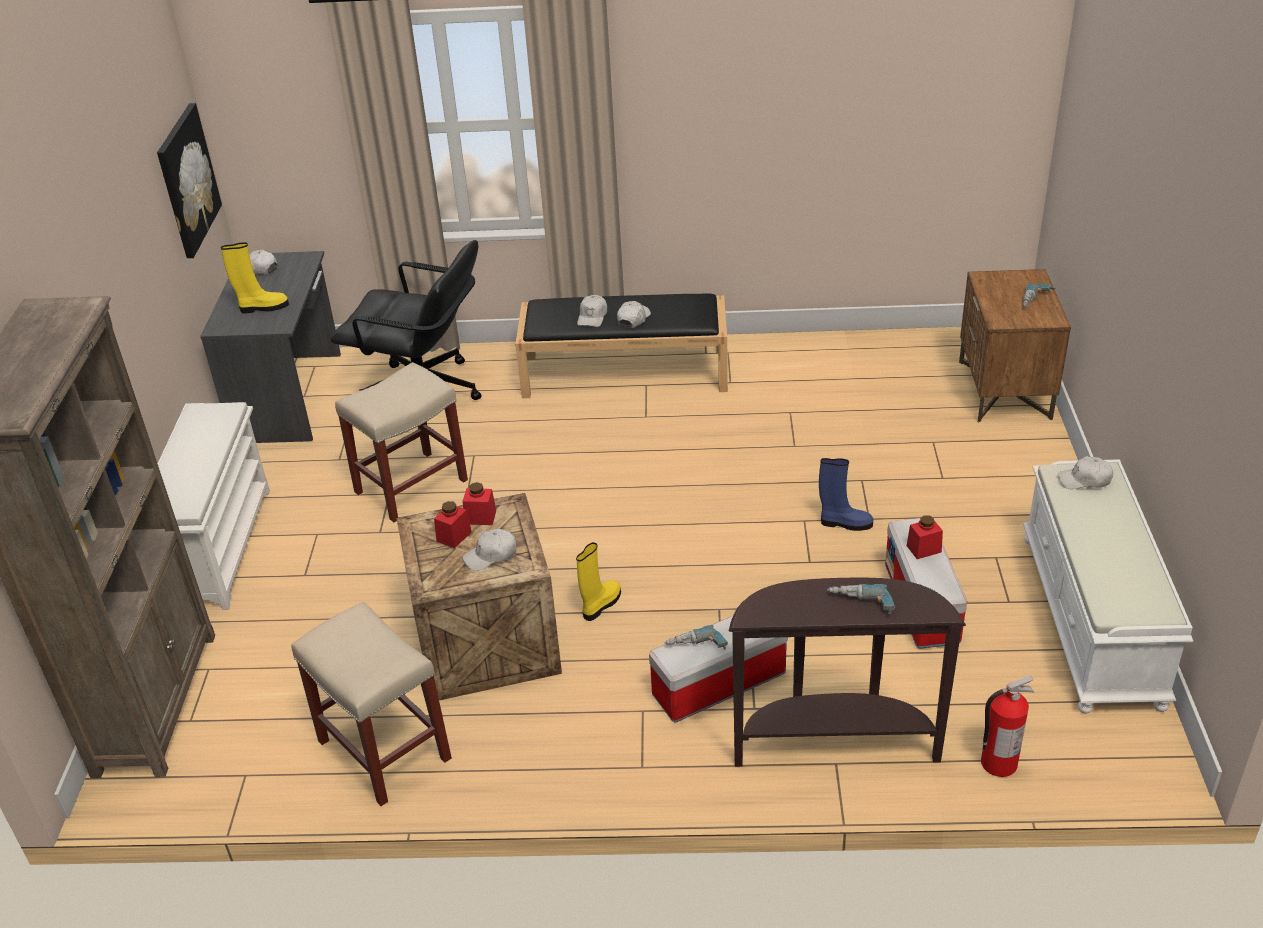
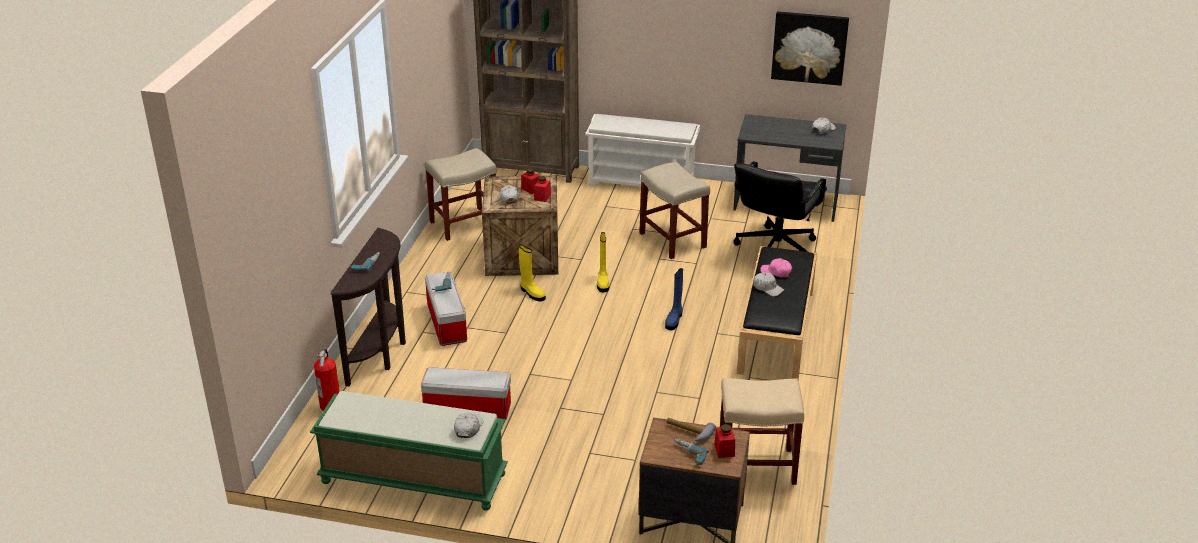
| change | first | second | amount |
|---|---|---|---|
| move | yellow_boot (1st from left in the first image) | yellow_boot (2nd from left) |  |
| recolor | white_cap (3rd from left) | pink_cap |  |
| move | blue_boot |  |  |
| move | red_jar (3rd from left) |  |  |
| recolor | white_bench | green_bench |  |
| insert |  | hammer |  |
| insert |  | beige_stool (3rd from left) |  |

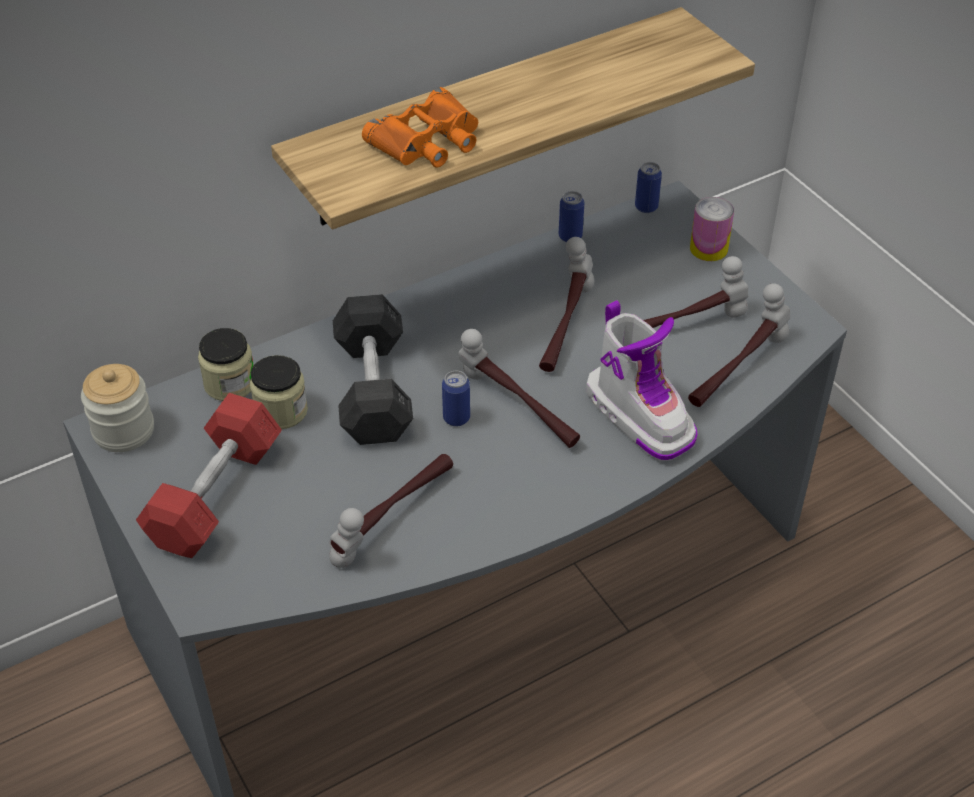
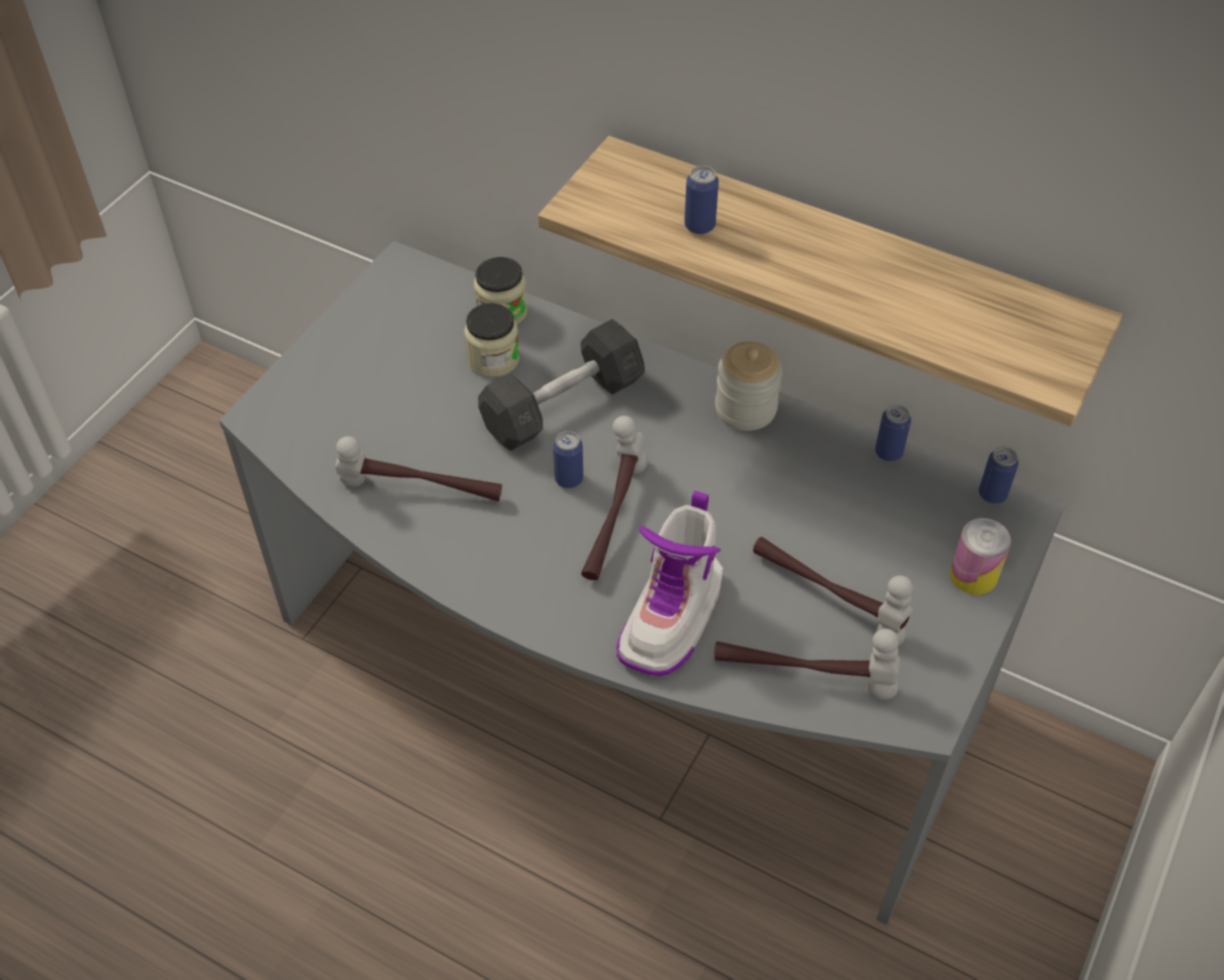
| change | first | second | amount |
|---|---|---|---|
| move | jar (1st from left in the first image) | jar (3rd from left) |  |
| delete | red_dumbbell |  |  |
| replace | orange_binoculars | can (2nd from left) |  |
| delete | hammer (3rd from left) |  |  |

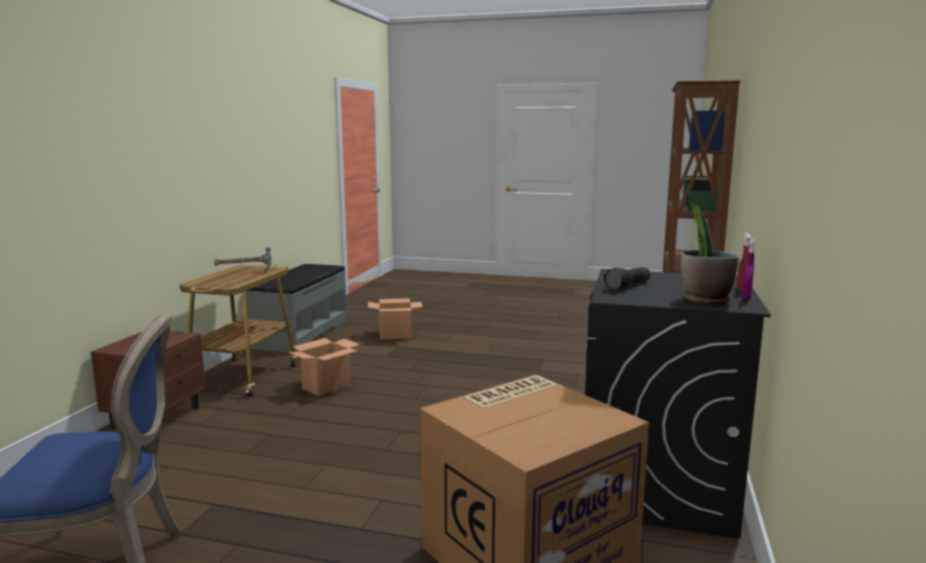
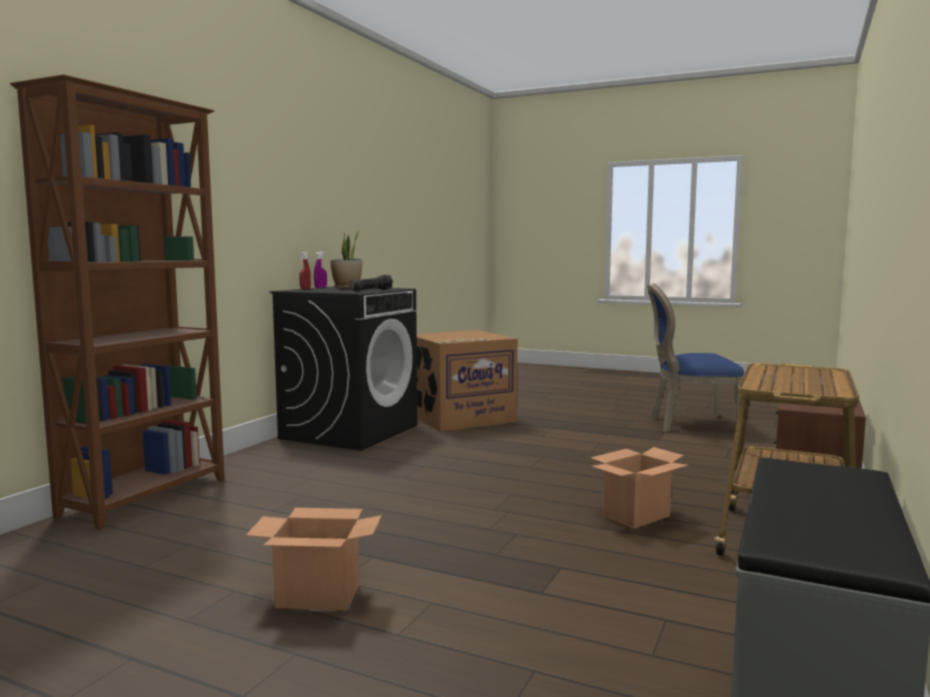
| change | first | second | amount |
|---|---|---|---|
| delete | hammer |  |  |
| move | cardboard_box (2nd from left in the first image) | cardboard_box (1st from left) |  |

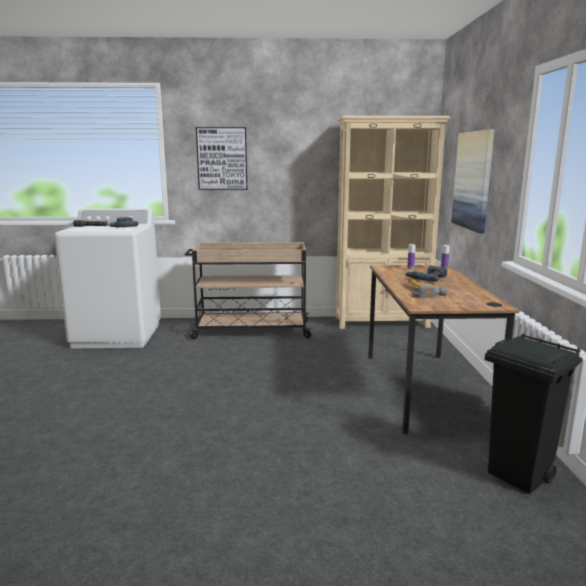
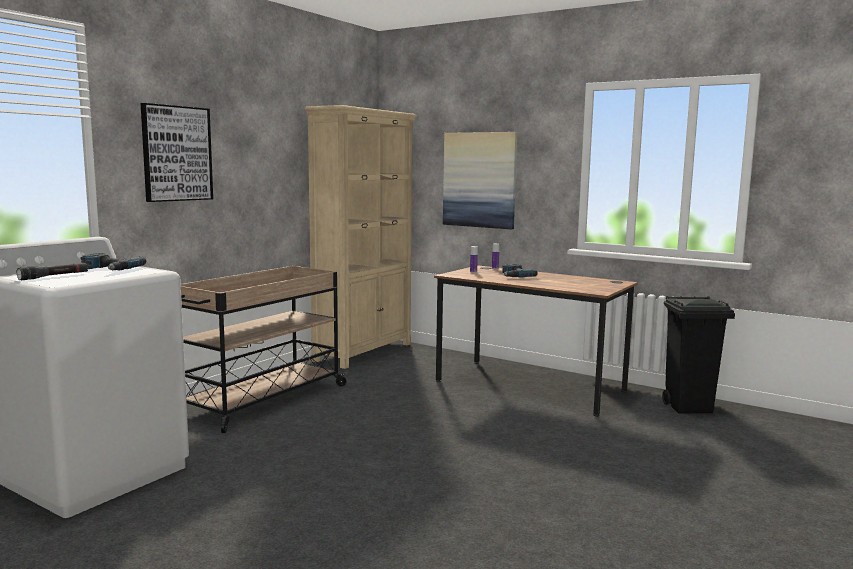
| change | first | second | amount |
|---|---|---|---|
| delete | hammer |  |  |

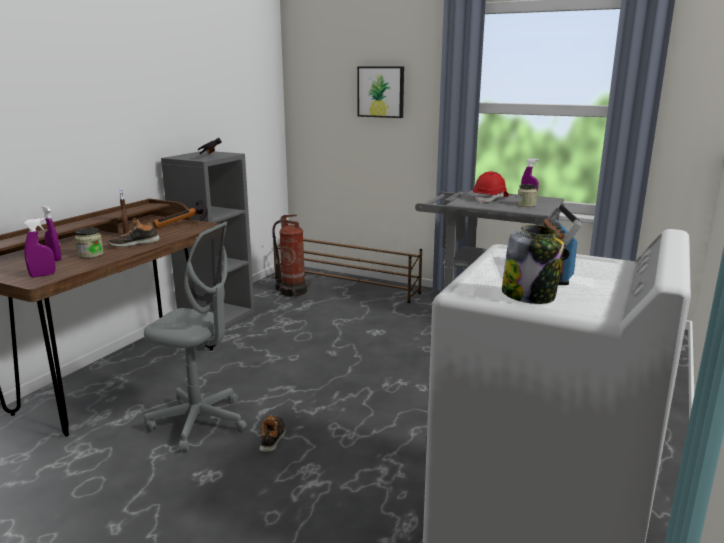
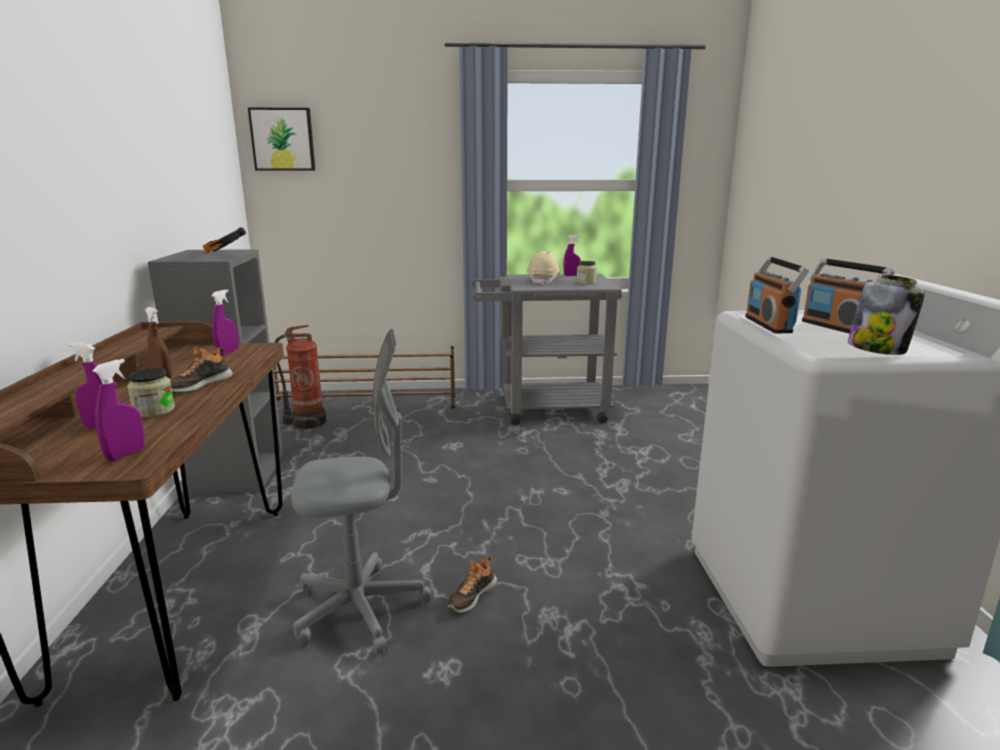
| change | first | second | amount |
|---|---|---|---|
| replace | hammer (1st from left) | purple_spray_bottle (3rd from left) |  |
| rotate | shoe (2nd from left) |  | 120 degrees counterclockwise |
| move | picture |  |  |
| recolor | red_hard_hat | beige_hard_hat |  |
| insert |  | radio (1st from left) |  |

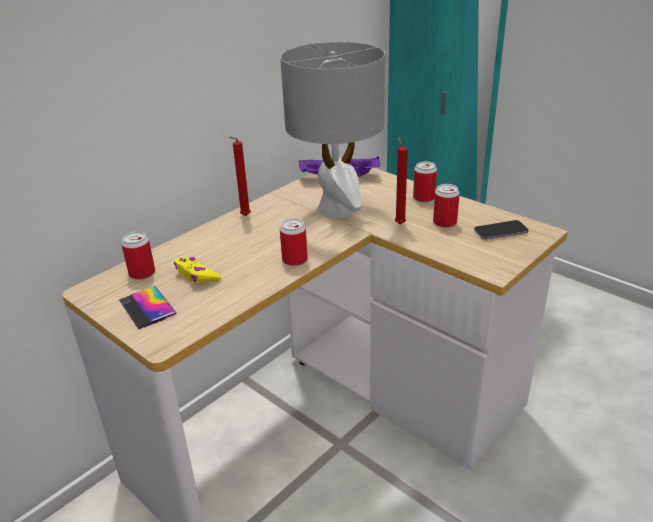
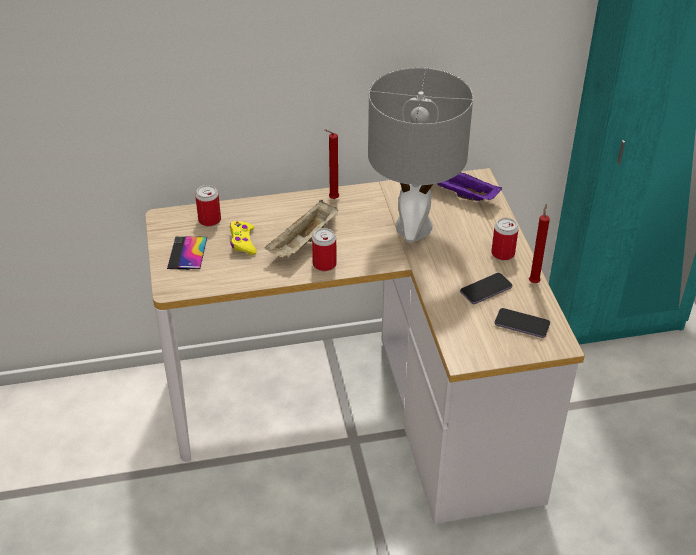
| change | first | second | amount |
|---|---|---|---|
| move | red_candle (2nd from left) |  |  |
| replace | can (4th from left) | phone (2nd from left) |  |
| insert |  | beige_tray |  |

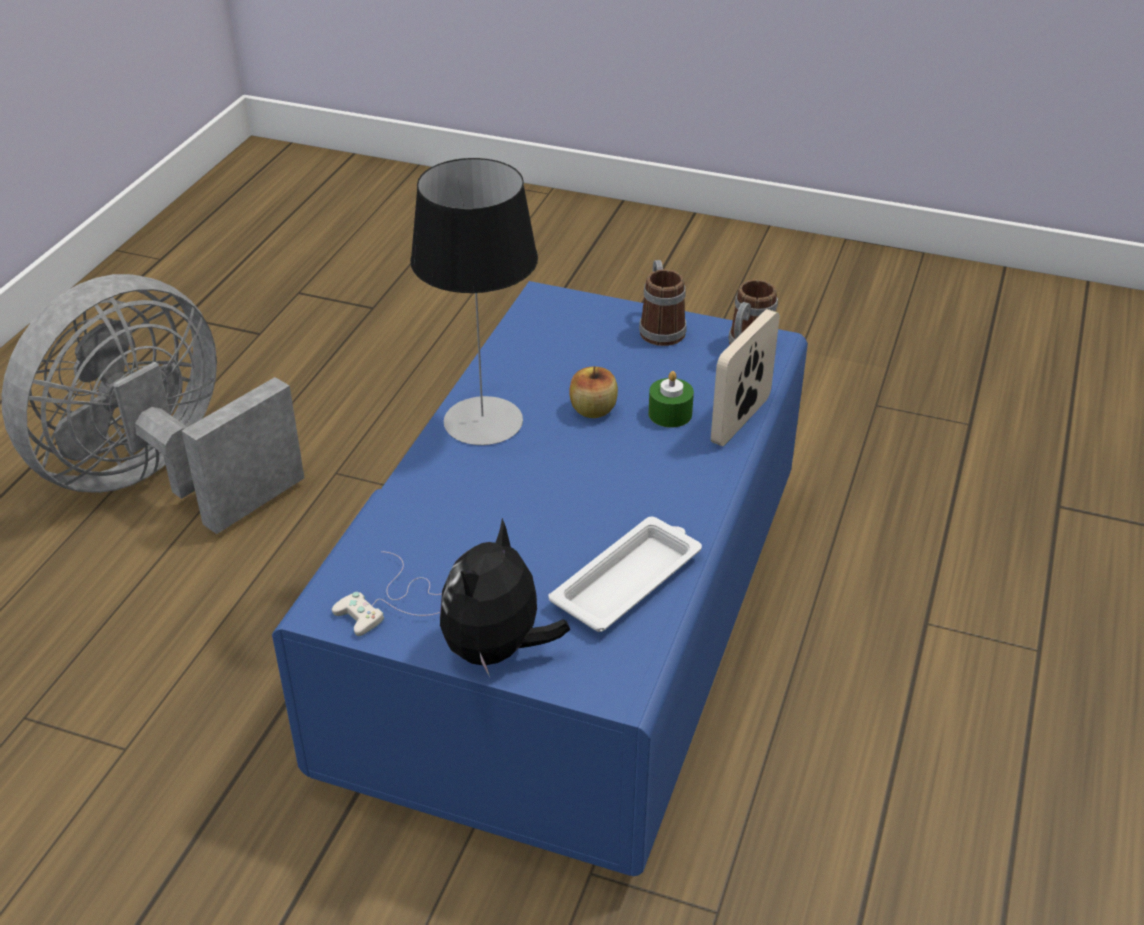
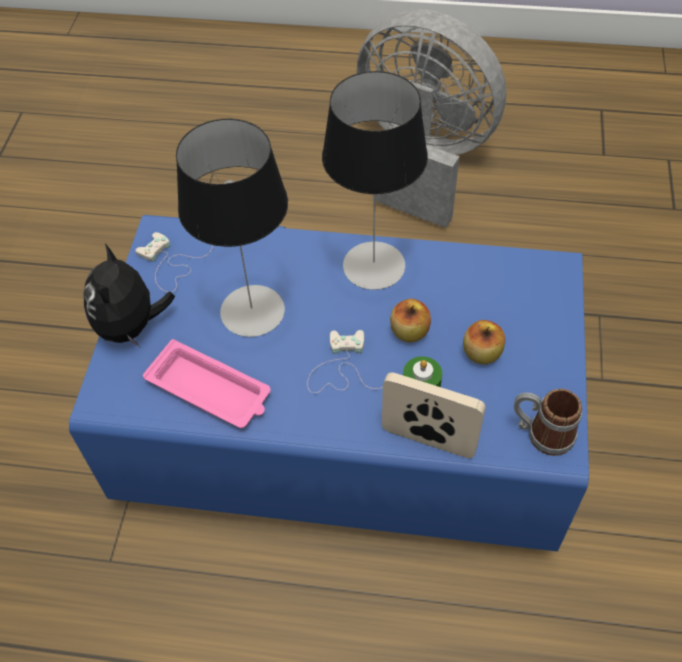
| change | first | second | amount |
|---|---|---|---|
| rotate | plush_toy |  | 105 degrees counterclockwise |
| recolor | white_tray | pink_tray |  |
| delete | mug (1st from left) |  |  |
| insert |  | table_lamp (1st from left) |  |
| insert |  | white_game_controller (2nd from left) |  |
| insert |  | apple (2nd from left) |  |

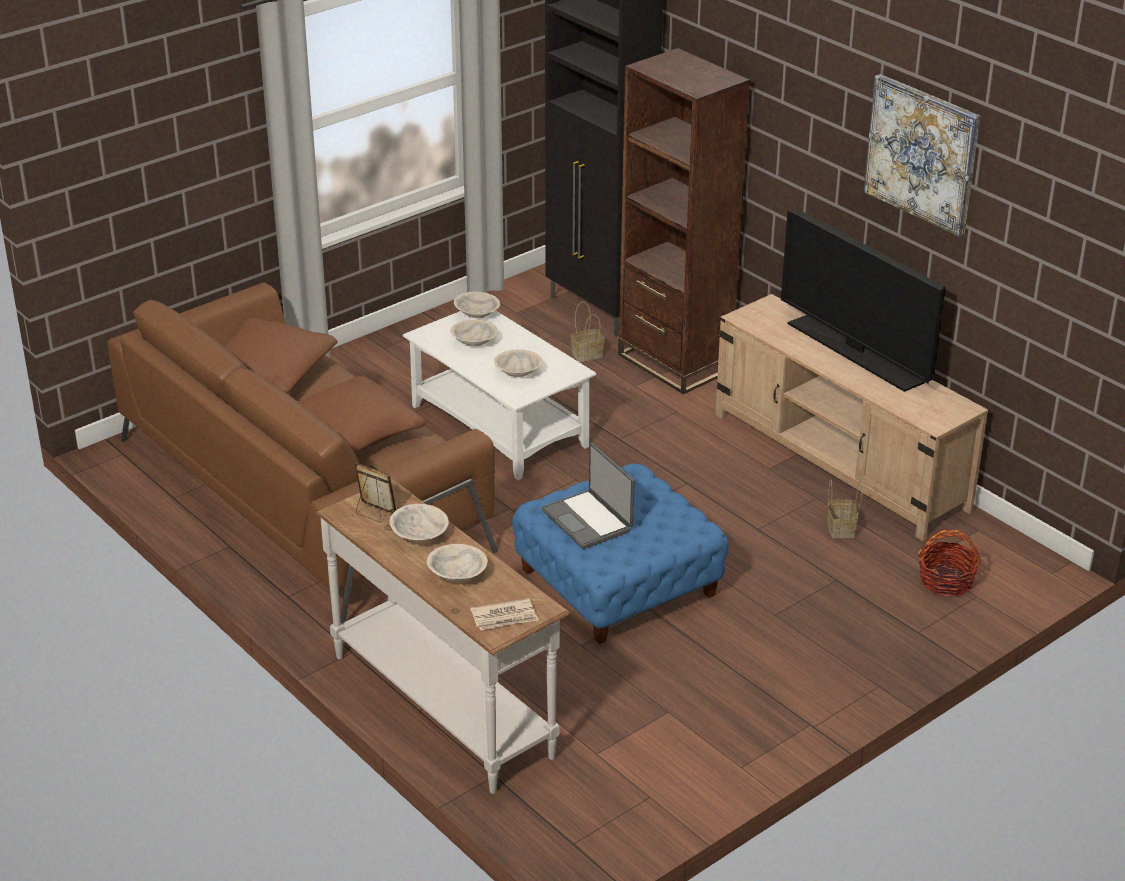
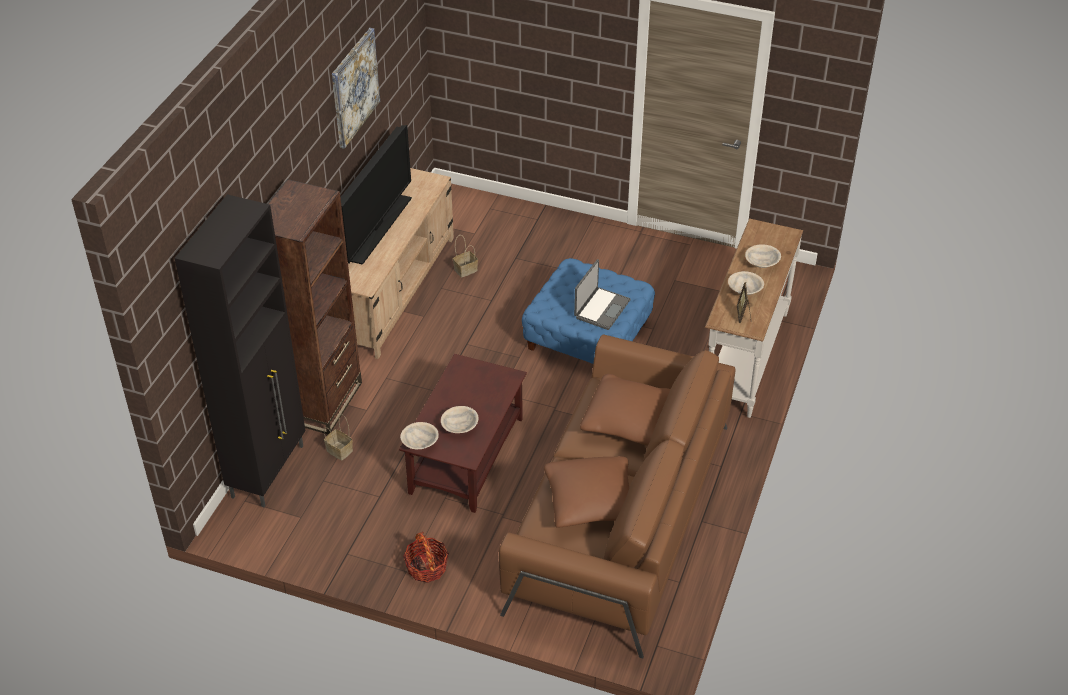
| change | first | second | amount |
|---|---|---|---|
| recolor | white_coffee_table | brown_coffee_table |  |
| delete | newspaper |  |  |
| delete | beige_bowl (5th from left) |  |  |
| move | basket (3rd from left in the first image) | basket (2nd from left) |  |

